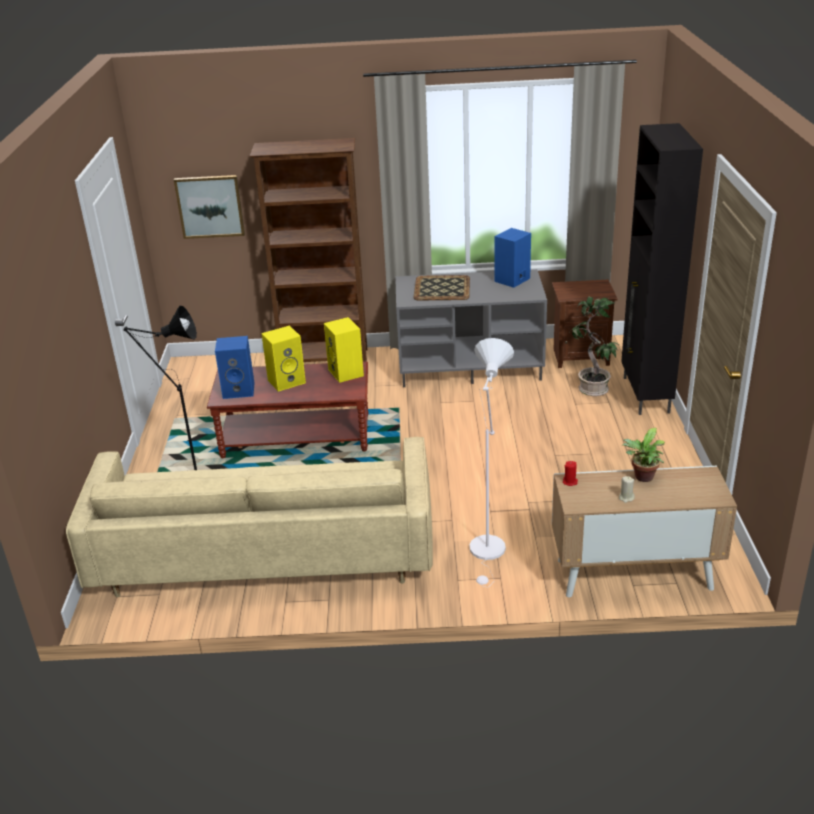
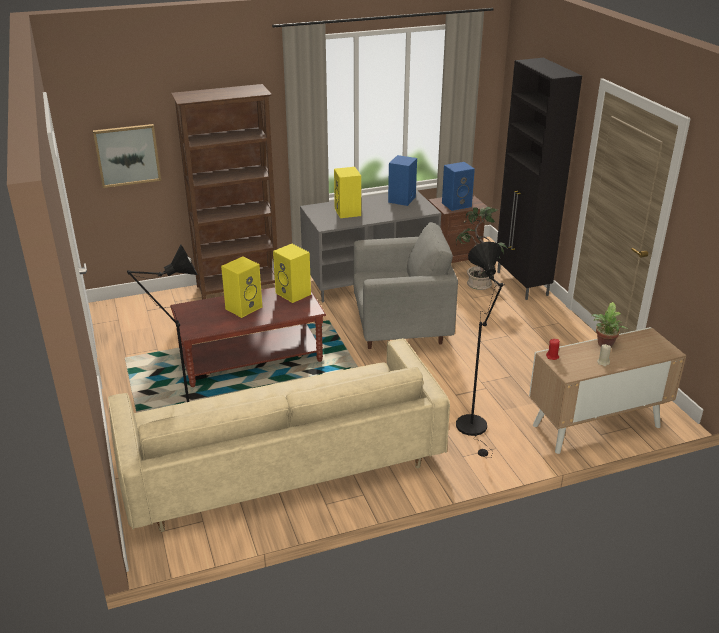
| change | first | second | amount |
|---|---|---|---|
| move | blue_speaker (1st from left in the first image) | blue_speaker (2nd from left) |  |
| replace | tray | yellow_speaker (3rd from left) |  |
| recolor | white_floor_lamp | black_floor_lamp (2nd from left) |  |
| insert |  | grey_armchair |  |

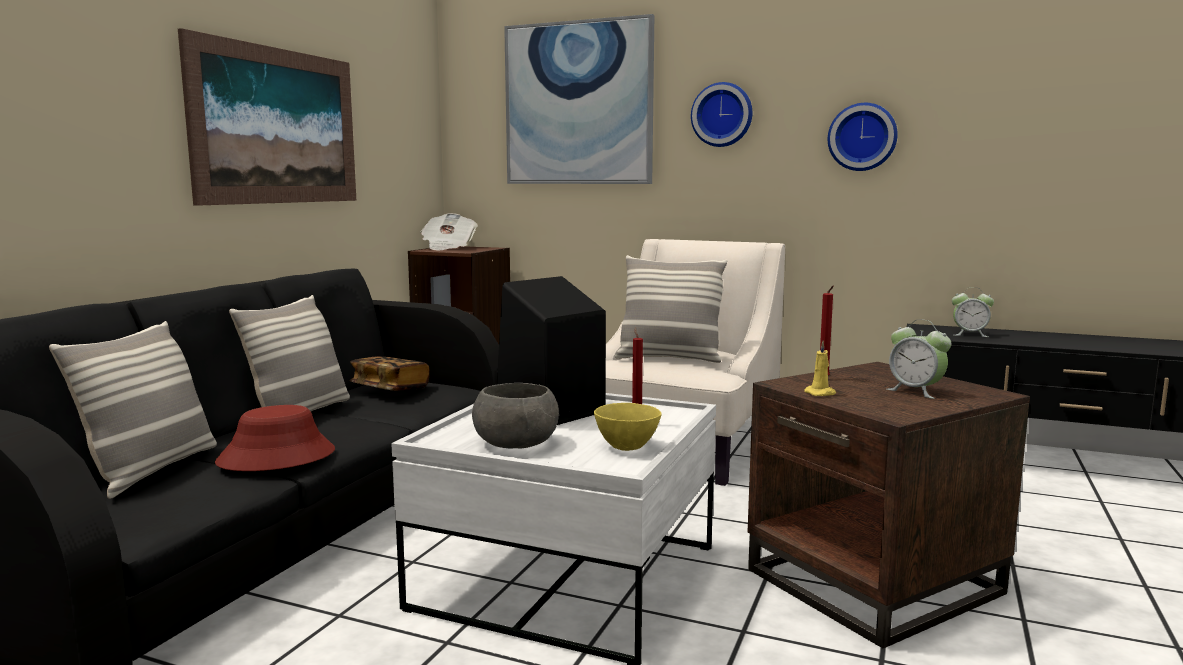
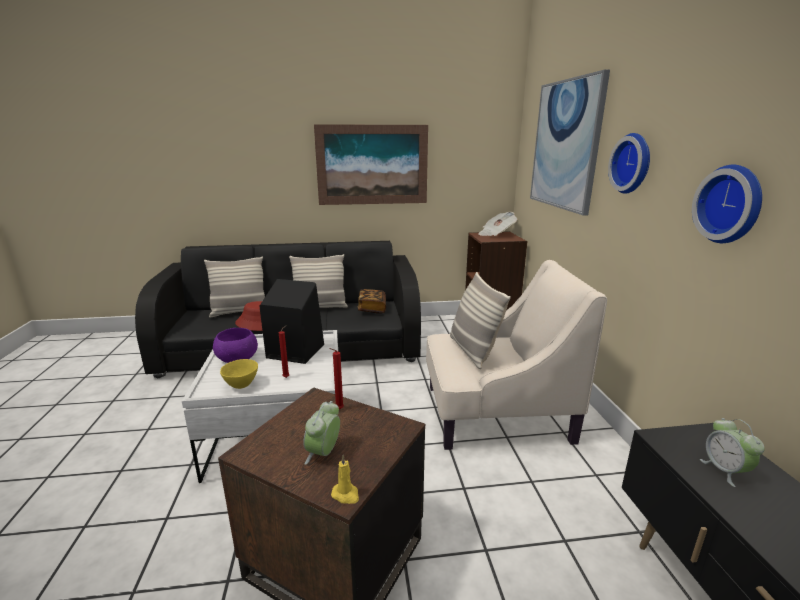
| change | first | second | amount |
|---|---|---|---|
| recolor | grey_bowl | purple_bowl |  |
| move | yellow_candle |  |  |

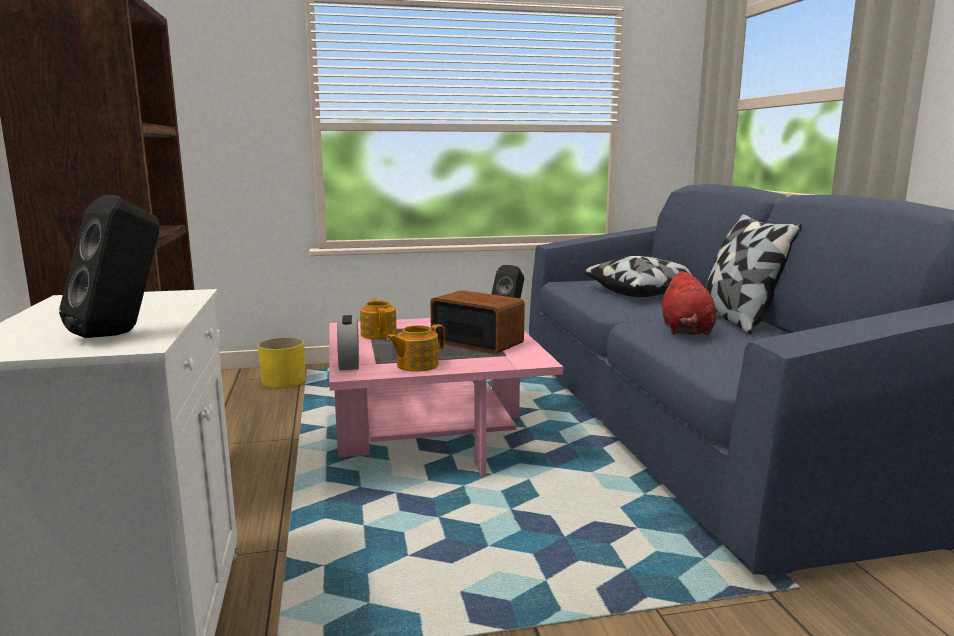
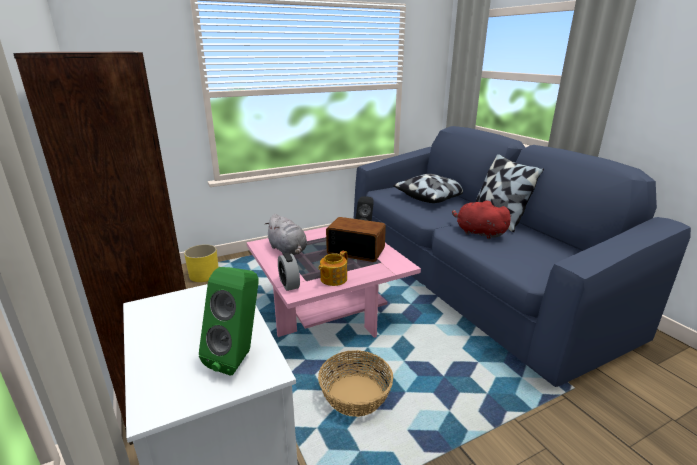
| change | first | second | amount |
|---|---|---|---|
| recolor | black_speaker (1st from left) | green_speaker |  |
| replace | teapot (1st from left) | grey_plush_toy |  |
| rotate | red_plush_toy |  | 135 degrees clockwise |
| insert |  | basket |  |

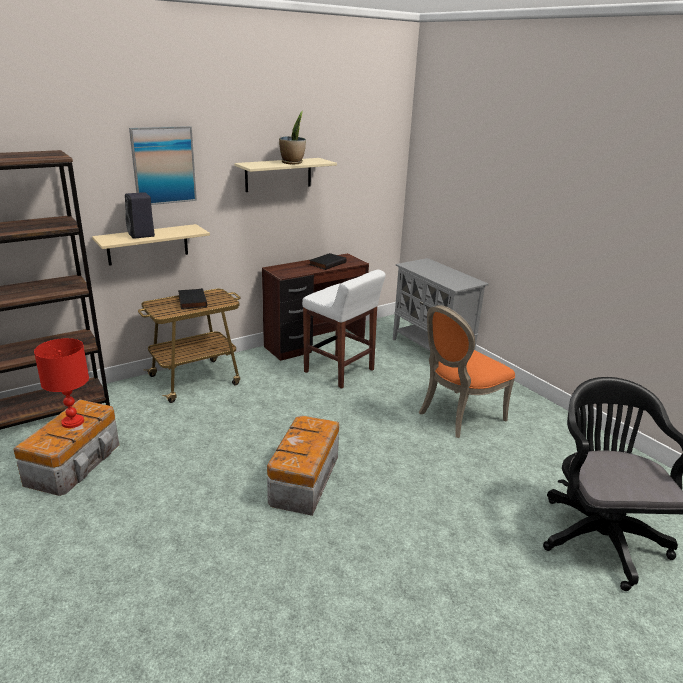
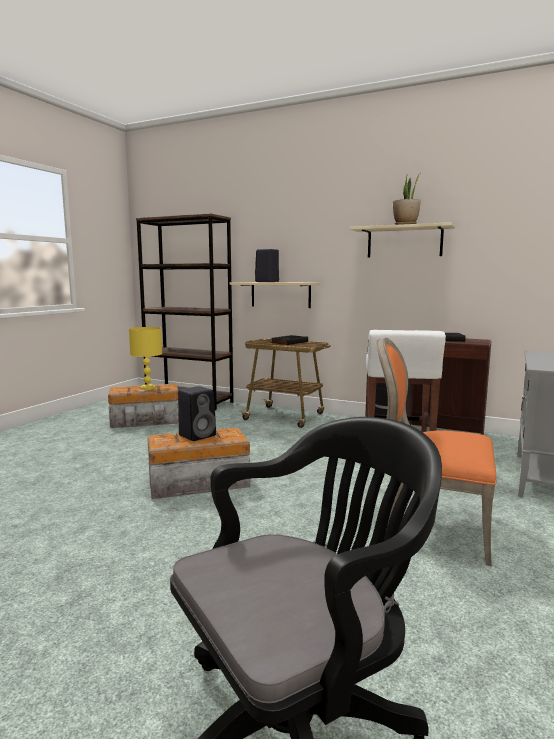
| change | first | second | amount |
|---|---|---|---|
| recolor | red_table_lamp | yellow_table_lamp |  |
| delete | picture |  |  |
| insert |  | black_speaker (1st from left) |  |

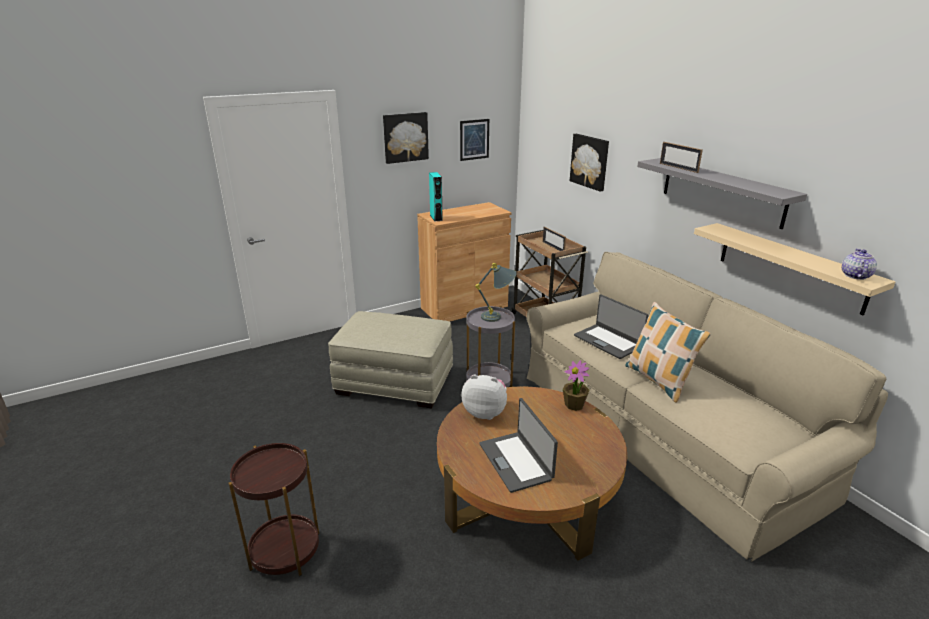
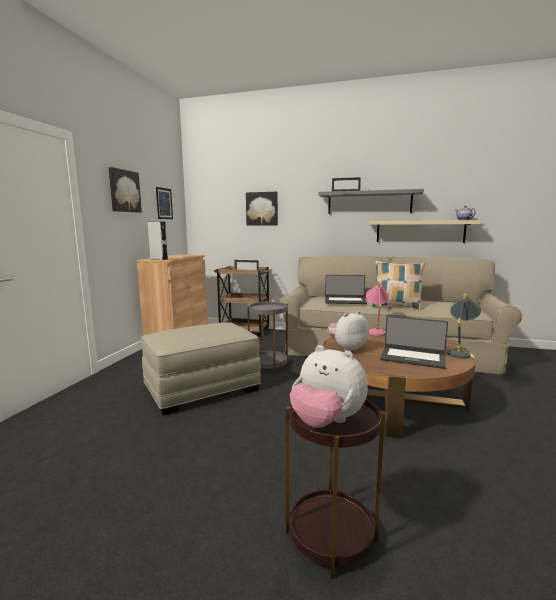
| change | first | second | amount |
|---|---|---|---|
| recolor | turquoise_speaker | grey_speaker |  |
| move | grey_table_lamp |  |  |
| replace | potted_plant | pink_table_lamp |  |
| insert |  | plush_toy (1st from left) |  |

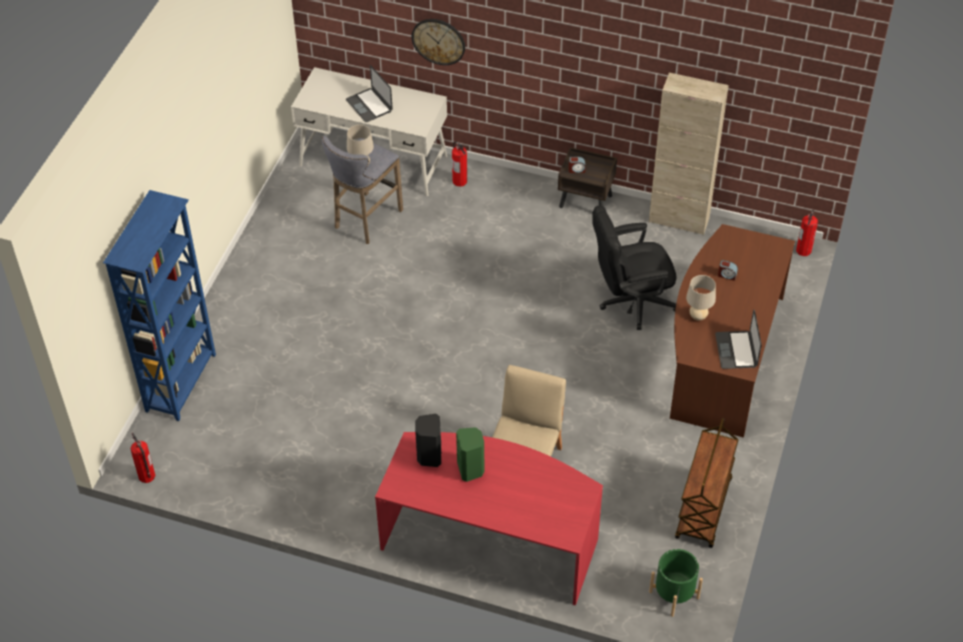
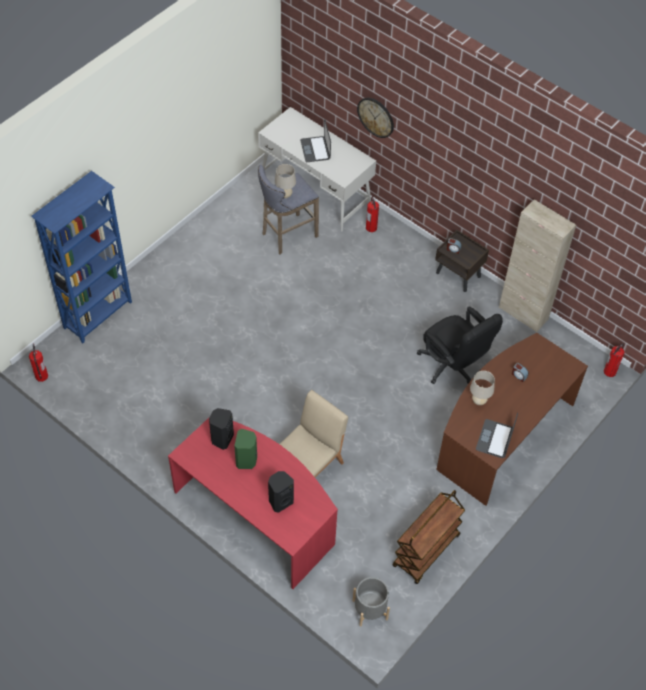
| change | first | second | amount |
|---|---|---|---|
| rotate | black_office_chair |  | 135 degrees counterclockwise |
| recolor | green_planter | grey_planter |  |
| insert |  | black_speaker (2nd from left) |  |

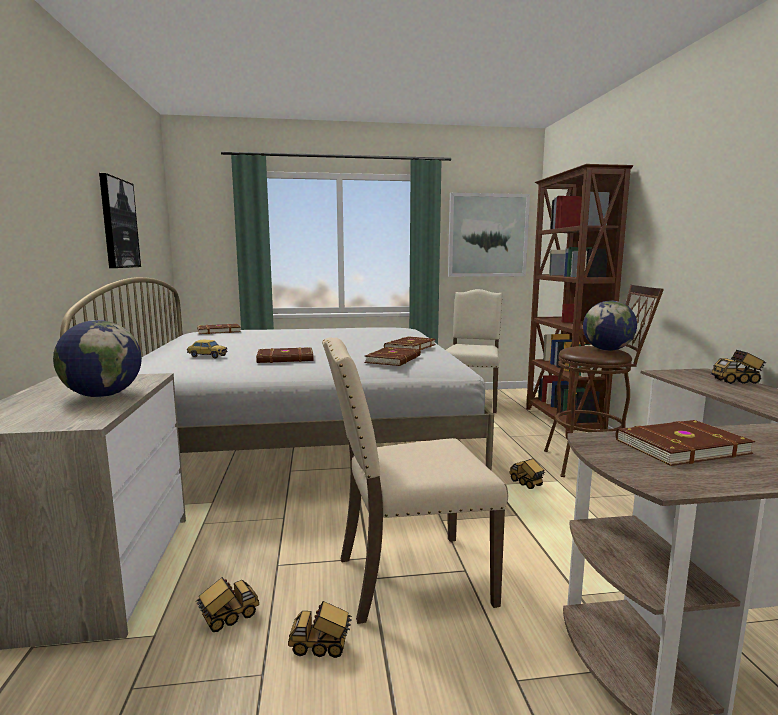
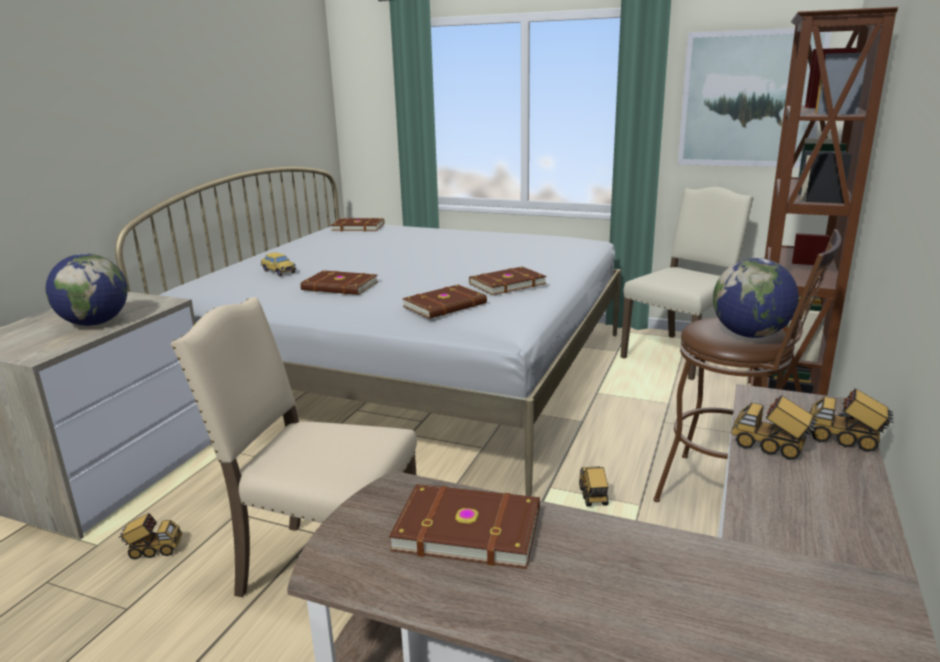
| change | first | second | amount |
|---|---|---|---|
| delete | picture (1st from left) |  |  |
| move | toy_truck (2nd from left in the first image) | toy_truck (3rd from left) |  |

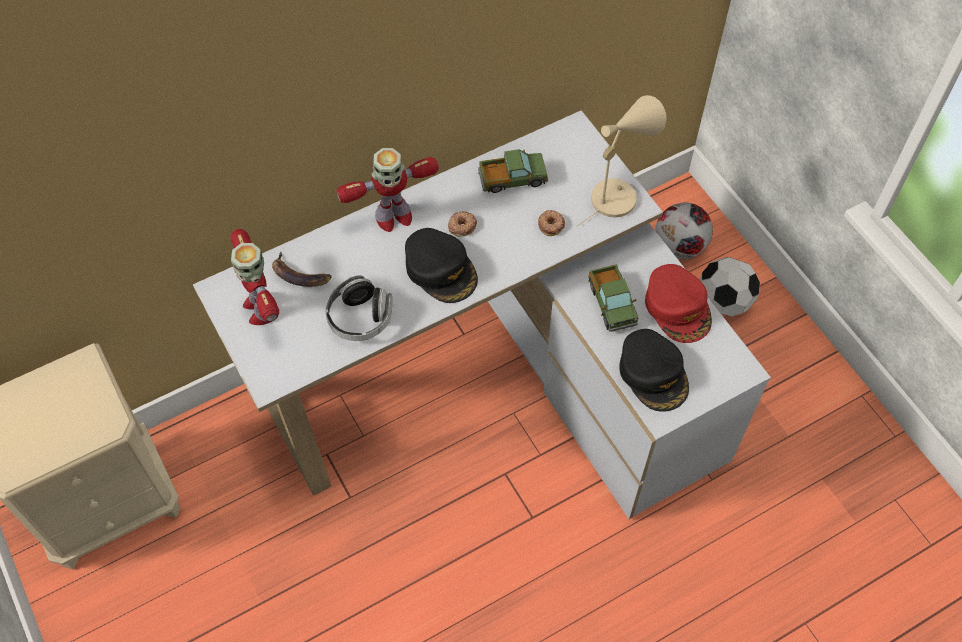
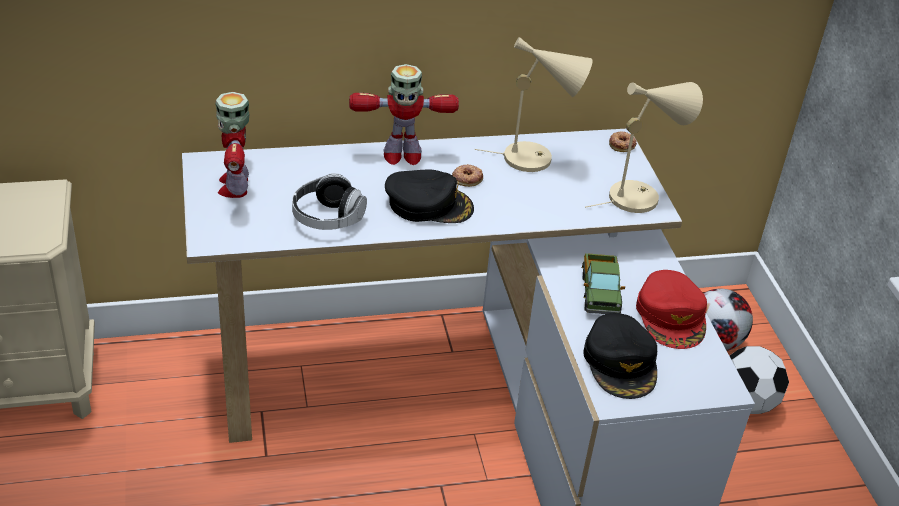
| change | first | second | amount |
|---|---|---|---|
| delete | banana |  |  |
| rotate | black_cap (1st from left) |  | 60 degrees counterclockwise |
| replace | toy_truck (1st from left) | beige_table_lamp (1st from left) |  |
| move | donut (2nd from left) |  |  |

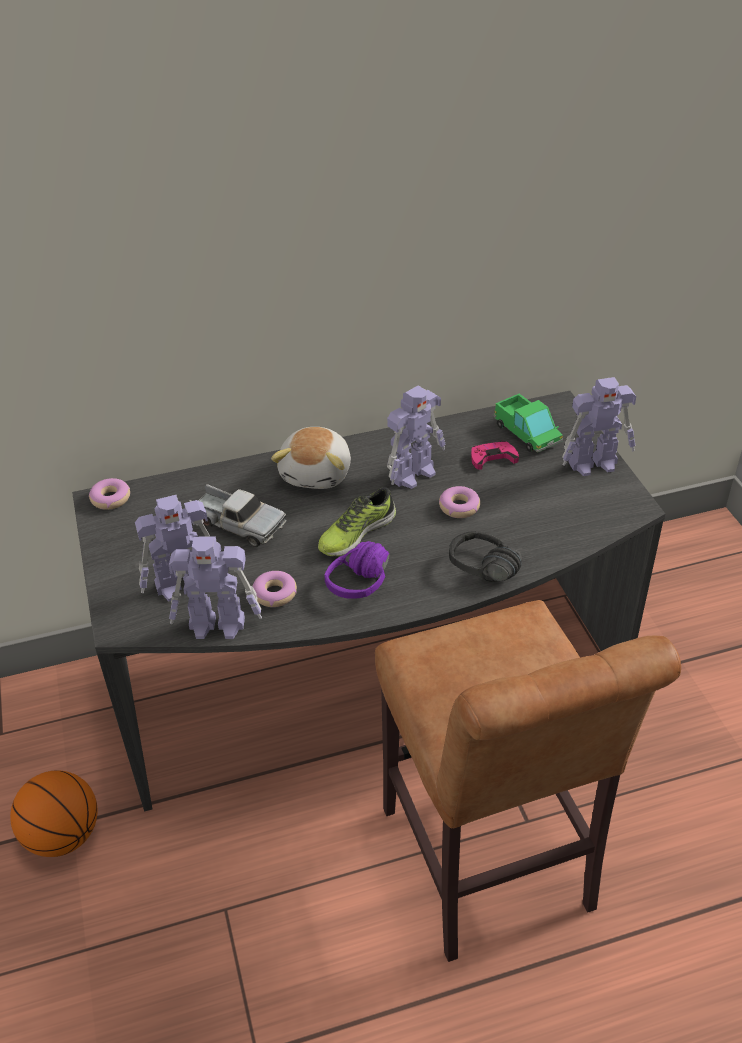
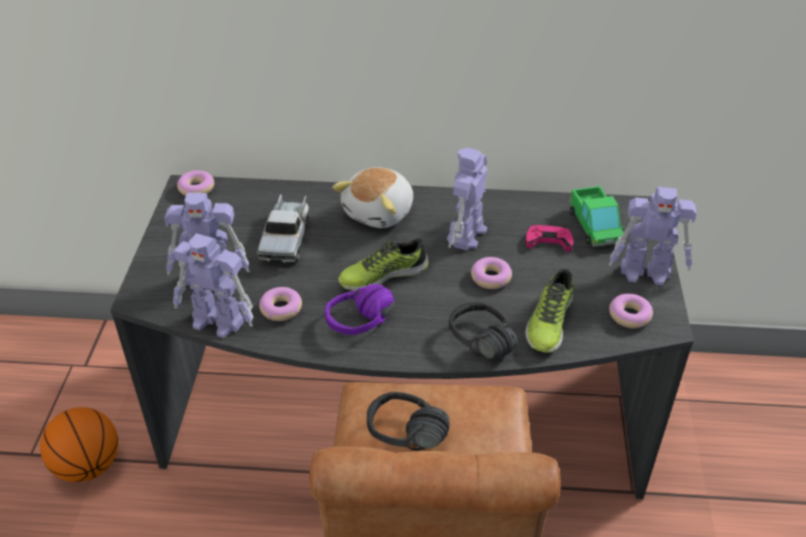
| change | first | second | amount |
|---|---|---|---|
| rotate | toy_truck (1st from left) |  | 45 degrees clockwise |
| rotate | toy_robot (3rd from left) |  | 135 degrees clockwise |
| insert |  | black_headphones (1st from left) |  |
| insert |  | shoe (2nd from left) |  |
| insert |  | donut (4th from left) |  |

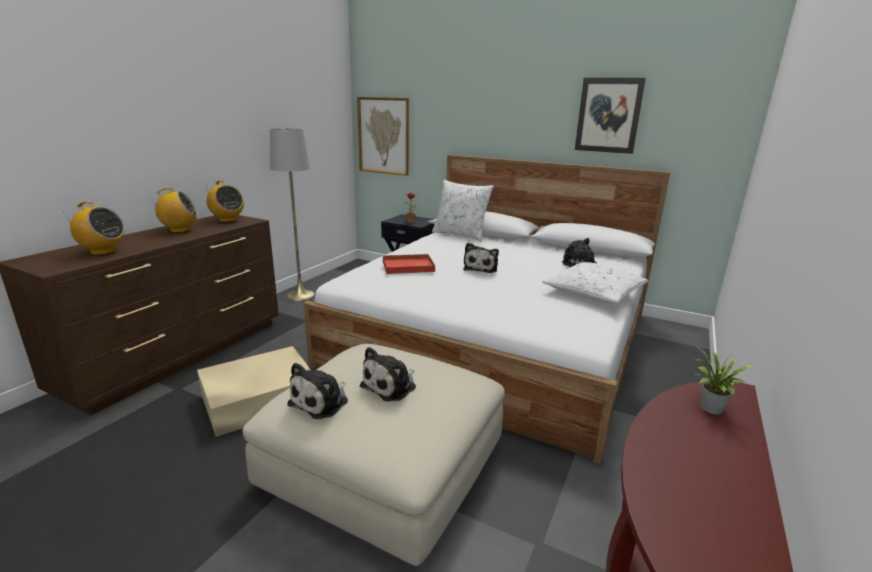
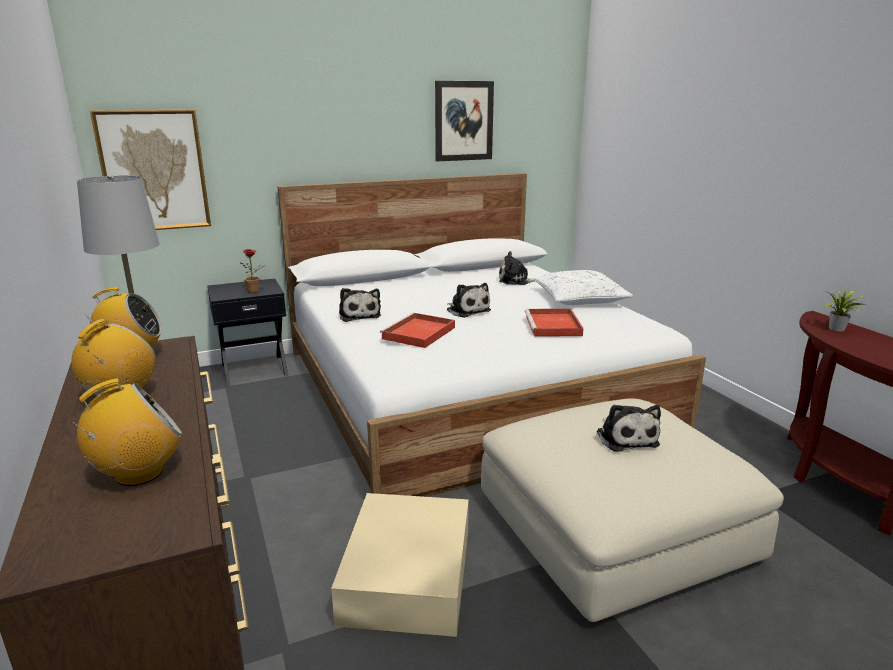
| change | first | second | amount |
|---|---|---|---|
| move | plush_toy (1st from left) |  |  |
| delete | white_pillow (1st from left) |  |  |
| insert |  | red_tray (2nd from left) |  |

